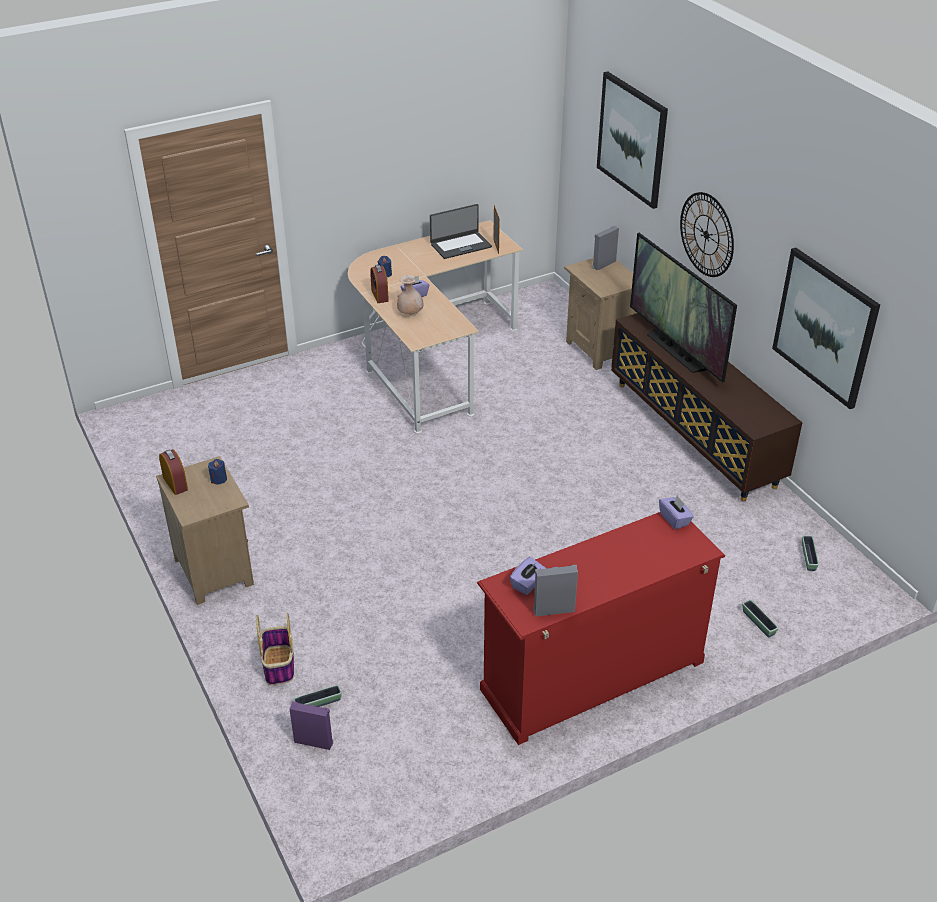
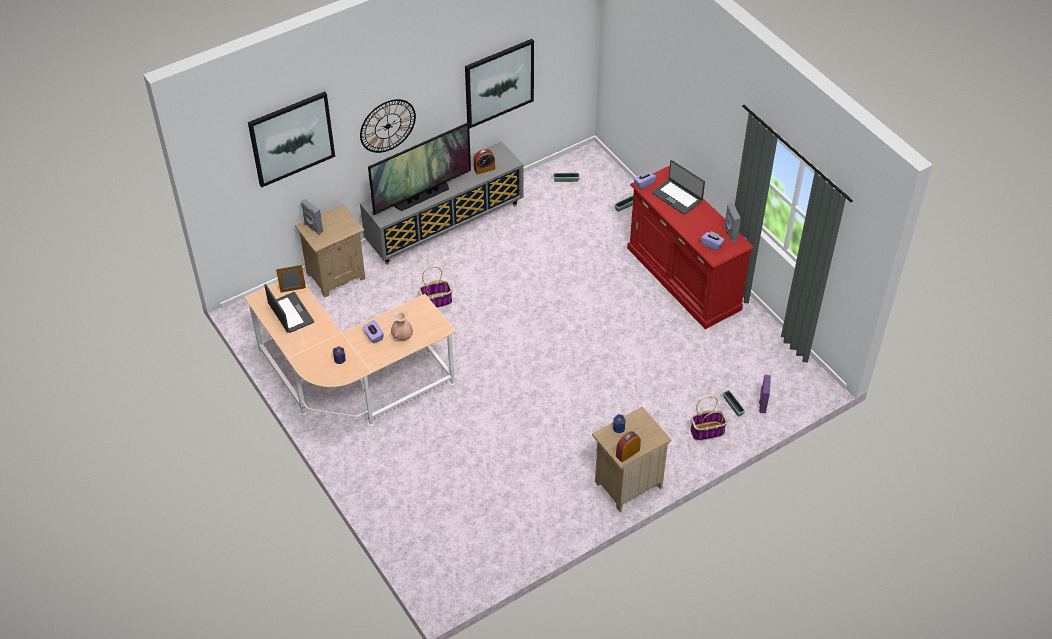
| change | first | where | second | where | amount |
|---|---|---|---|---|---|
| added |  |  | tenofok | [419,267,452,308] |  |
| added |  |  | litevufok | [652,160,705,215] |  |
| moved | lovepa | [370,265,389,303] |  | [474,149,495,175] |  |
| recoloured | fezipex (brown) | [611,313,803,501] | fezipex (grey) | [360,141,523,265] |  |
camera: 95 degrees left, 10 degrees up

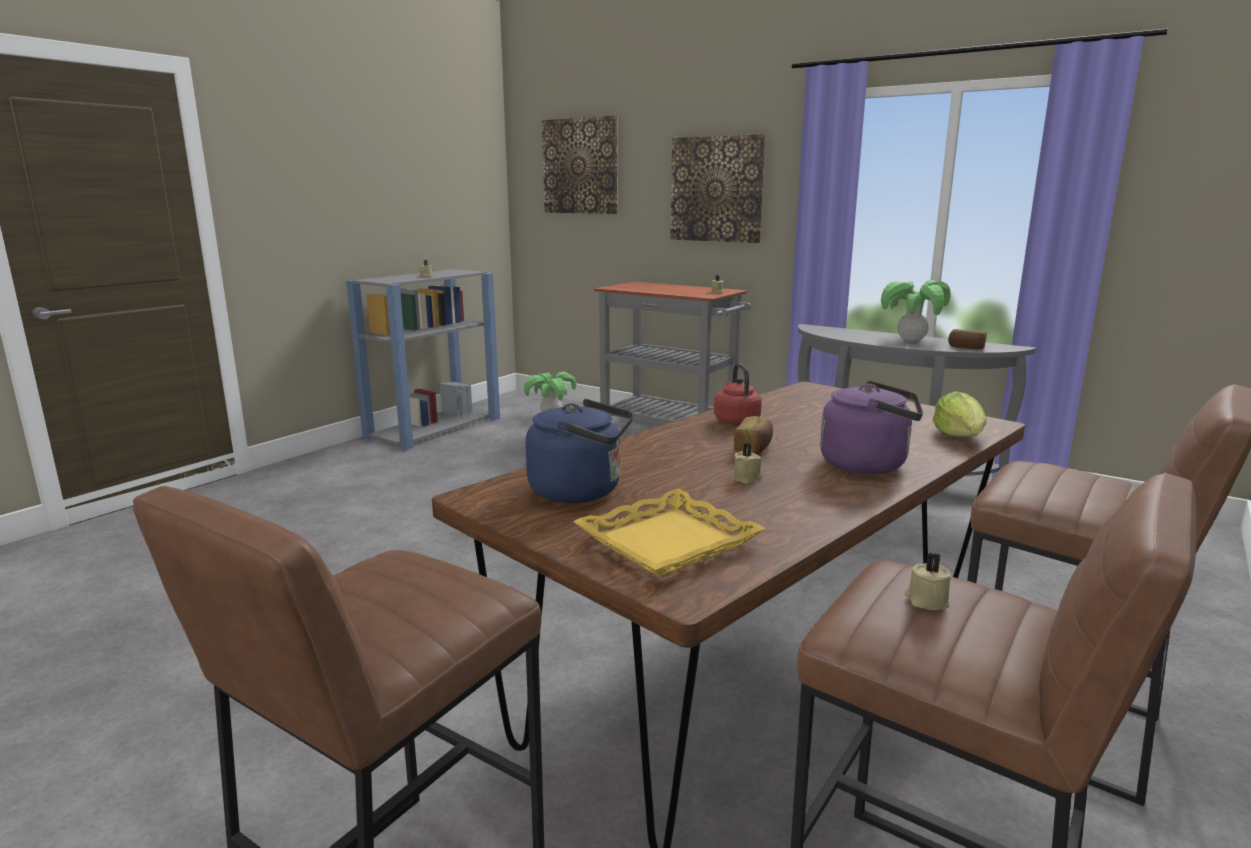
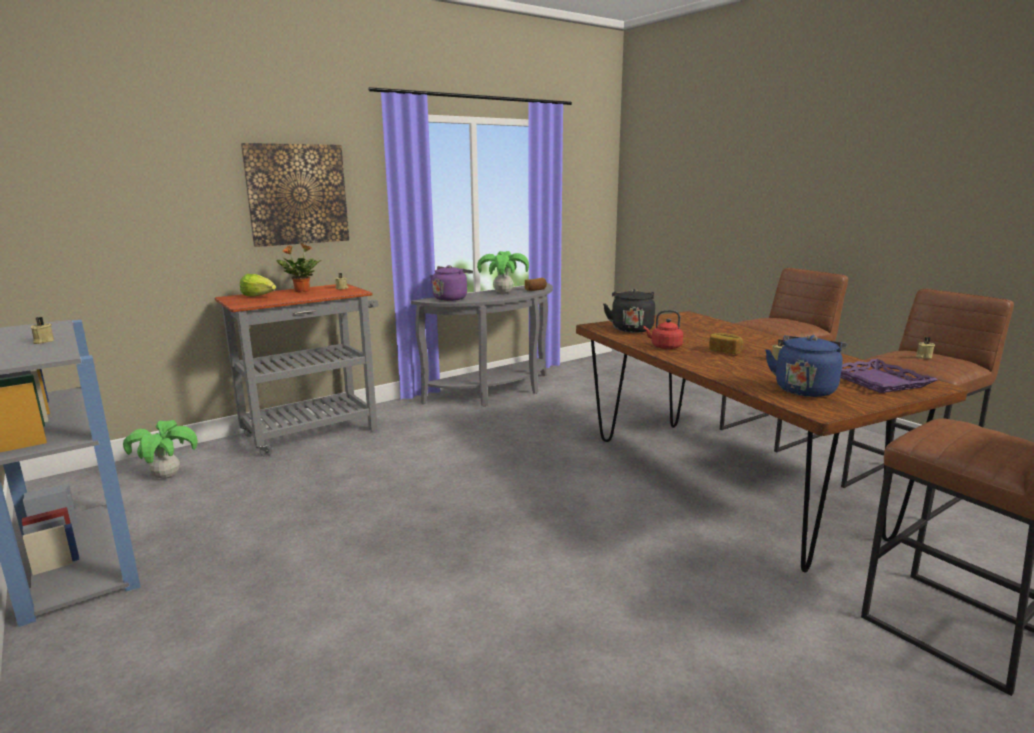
| change | first | where | second | where | amount |
|---|---|---|---|---|---|
| removed | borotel | [542,116,618,214] |  |  |  |
| added |  |  | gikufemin | [277,243,321,293] |  |
| added |  |  | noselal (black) | [603,289,655,333] |  |
| moved | noselal (purple) | [820,381,923,474] |  | [430,265,473,301] |  |
| moved | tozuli | [933,391,987,437] |  | [240,274,276,297] |  |
| recoloured | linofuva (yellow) | [573,489,766,577] | linofuva (purple) | [840,359,938,393] |  |
camera: 70 degrees left, 0 degrees up

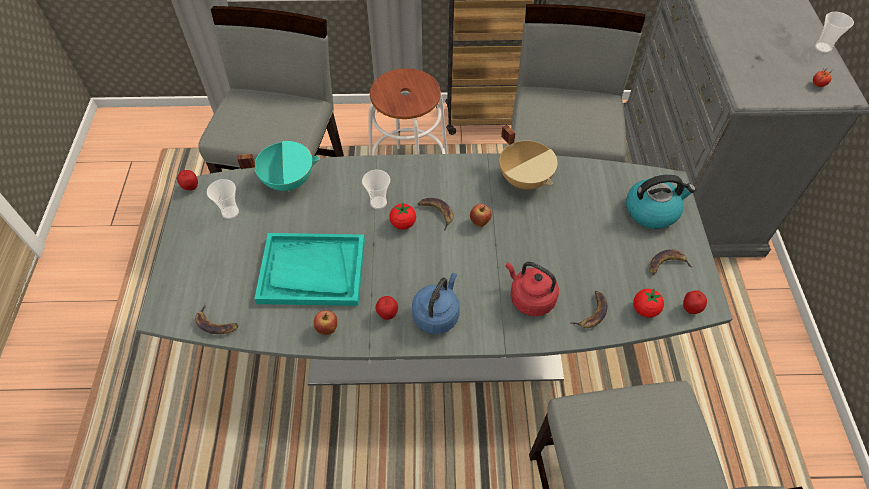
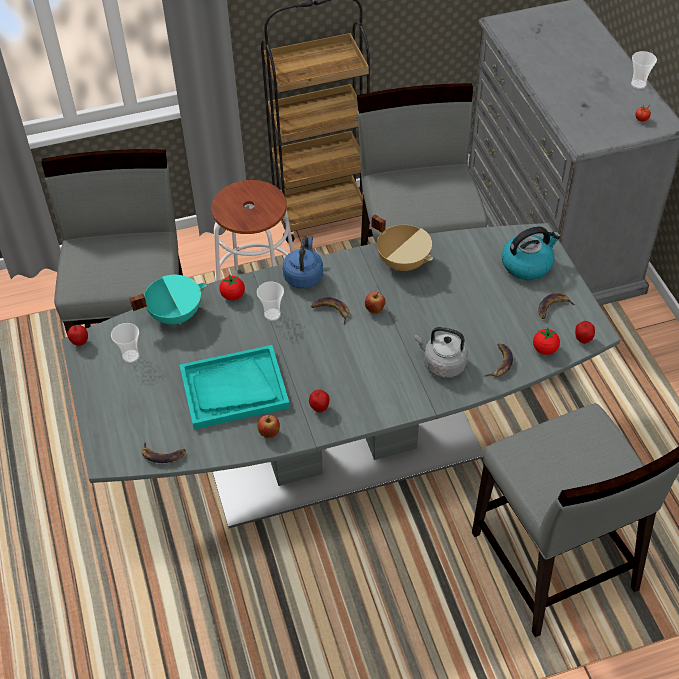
| change | first | where | second | where | amount |
|---|---|---|---|---|---|
| moved | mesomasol | [389,202,416,230] |  | [219,274,245,300] |  |
| moved | noselal (blue) | [412,273,460,334] |  | [283,237,323,289] |  |
| recoloured | noselal (red) | [506,262,559,316] | noselal (grey) | [415,327,468,378] |  |
camera: 15 degrees left, 5 degrees down

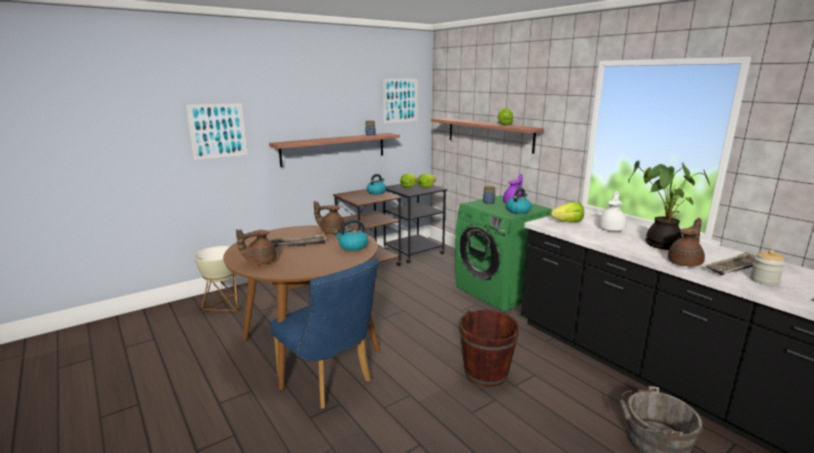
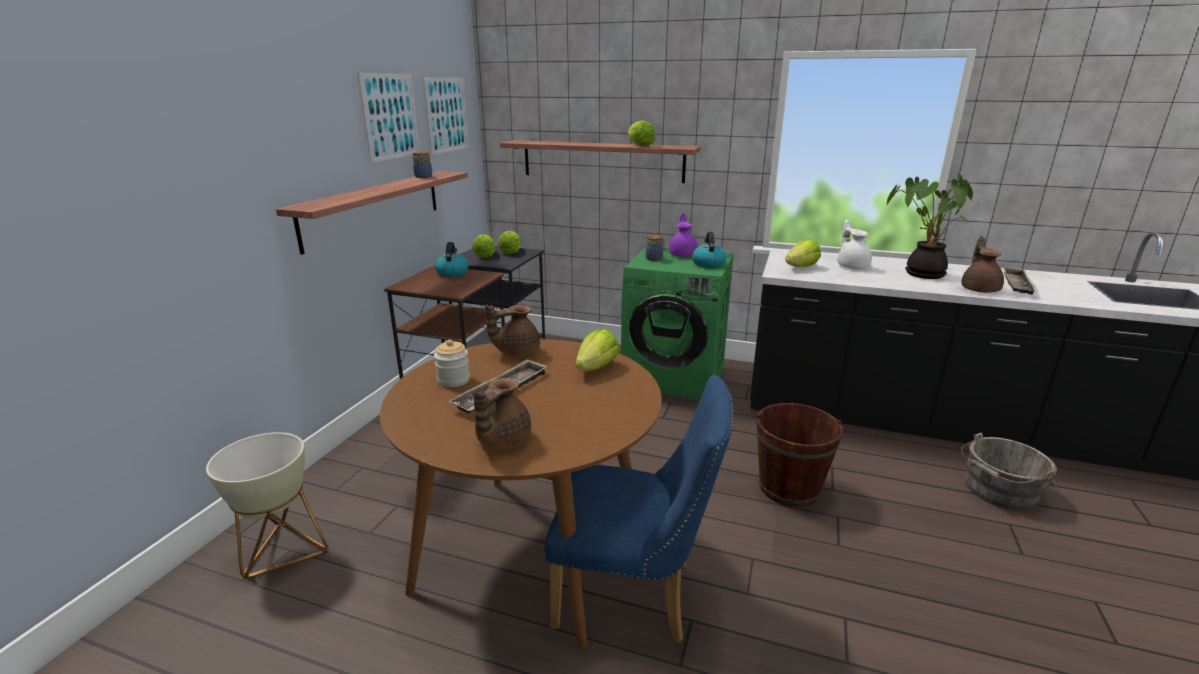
| change | first | where | second | where | amount |
|---|---|---|---|---|---|
| moved | borotel | [186,103,247,160] |  | [357,73,419,163] |  |
| moved | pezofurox | [750,250,785,285] |  | [434,340,470,387] |  |
| replaced | noselal | [334,220,368,251] | tozuli | [576,329,620,371] |  |
camera: 35 degrees left, 5 degrees up

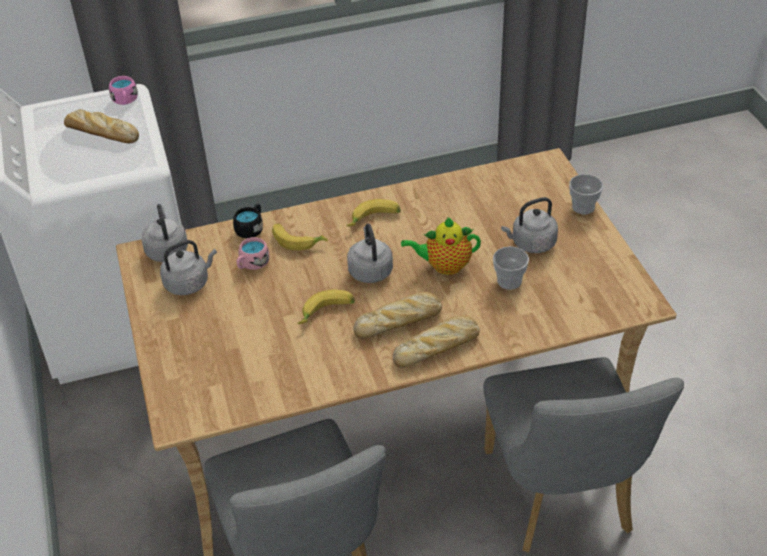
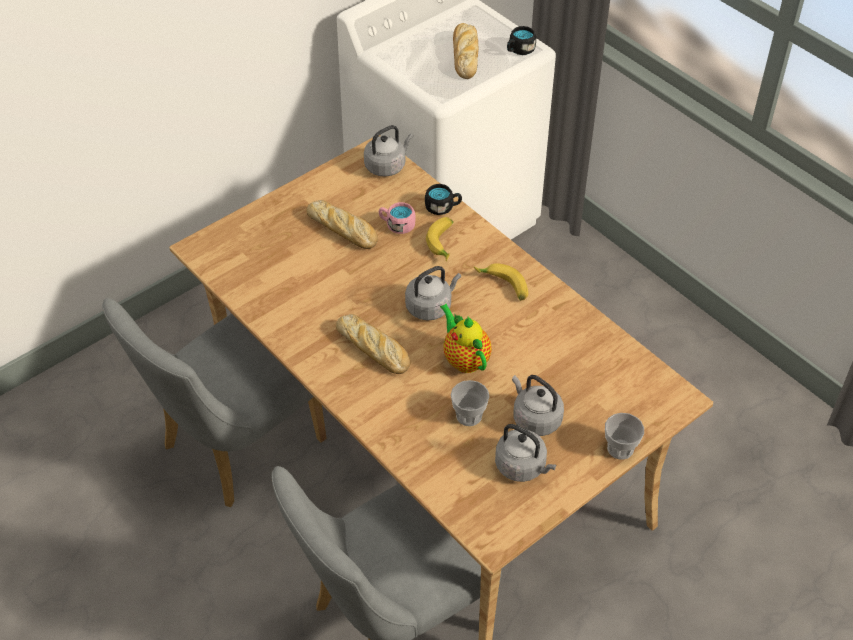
| change | first | where | second | where | amount |
|---|---|---|---|---|---|
| removed | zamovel | [298,290,355,324] |  |  |  |
| moved | noselal (grey) | [160,240,217,295] |  | [495,424,556,482] |  |
| moved | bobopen | [393,315,480,368] |  | [306,200,378,249] |  |
| recoloured | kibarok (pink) | [109,76,138,105] | kibarok (black) | [507,26,536,55] |  |
camera: 65 degrees right, 5 degrees up

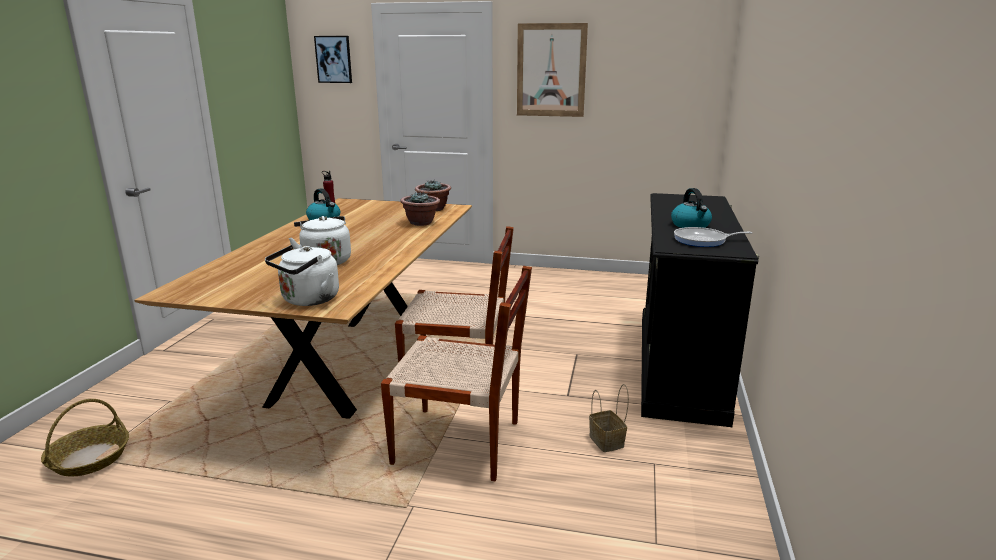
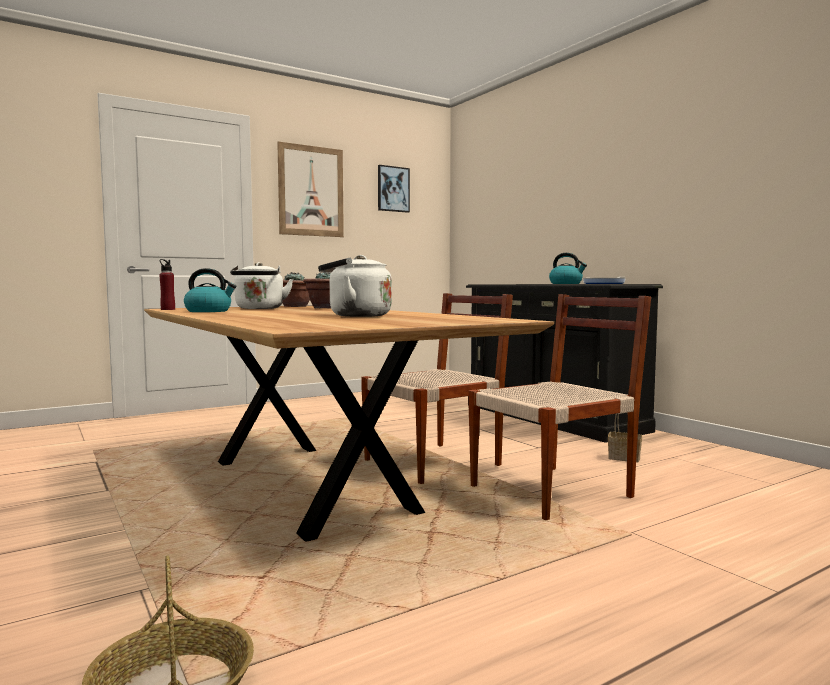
| change | first | where | second | where | amount |
|---|---|---|---|---|---|
| moved | noselal (white) | [265,245,339,306] |  | [230,262,293,309] |  |
| moved | borotel | [314,36,352,83] |  | [378,165,410,213] |  |
camera: 45 degrees left, 15 degrees down

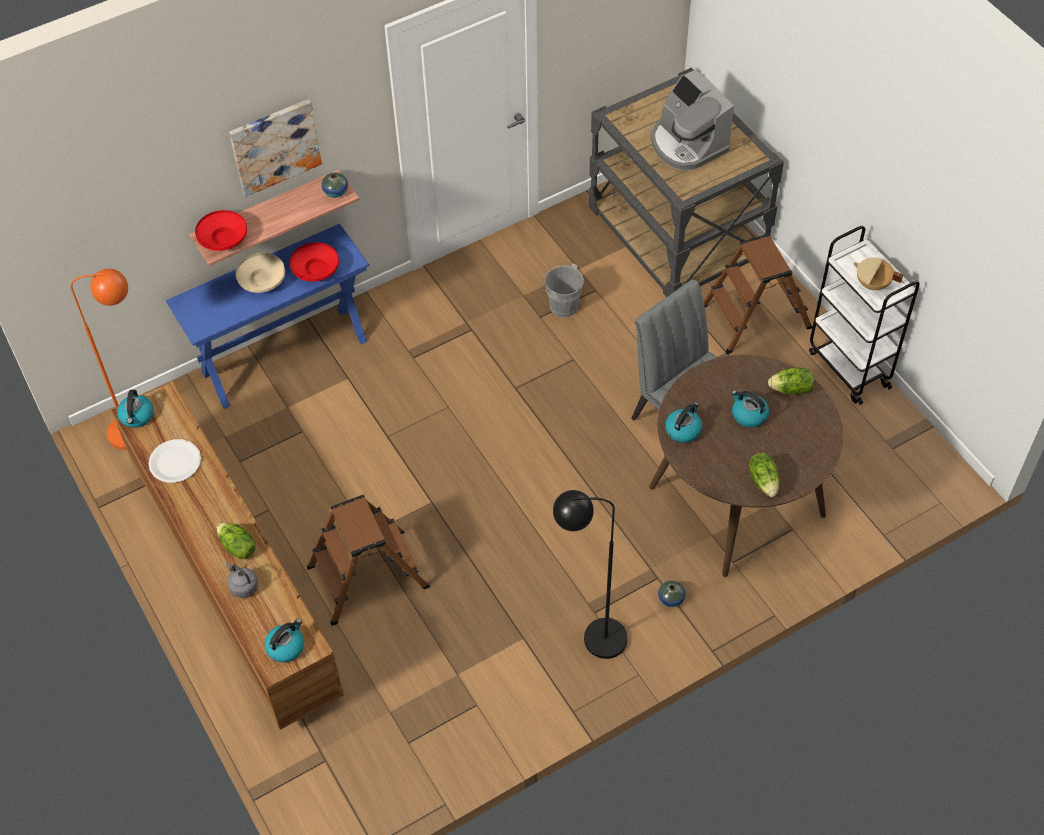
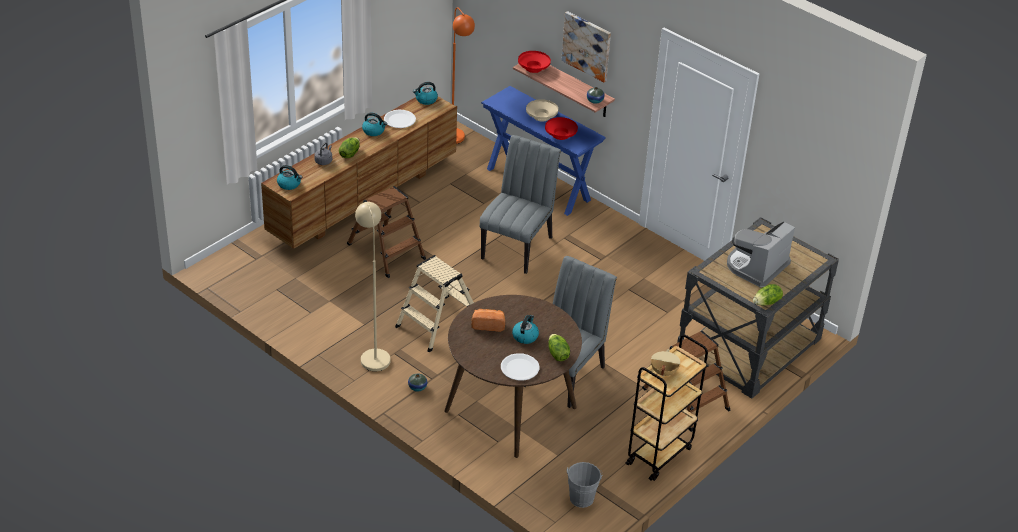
| change | first | where | second | where | amount |
|---|---|---|---|---|---|
| added |  |  | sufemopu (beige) | [395,255,474,352] |  |
| added |  |  | bobopen | [472,309,505,332] |  |
| added |  |  | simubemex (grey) | [479,135,561,274] |  |
| added |  |  | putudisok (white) | [501,353,539,381] |  |
| moved | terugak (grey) | [538,263,584,318] |  | [567,462,602,508] |  |
| moved | noselal | [665,402,702,443] |  | [362,113,387,136] |  |
| moved | tozuli | [749,453,780,497] |  | [753,284,783,305] |  |
| recoloured | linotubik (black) | [553,490,628,659] | linotubik (beige) | [355,202,391,371] |  |
| recoloured | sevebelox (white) | [809,226,920,405] | sevebelox (brown) | [625,335,708,481] |  |
camera: 70 degrees right, 15 degrees down

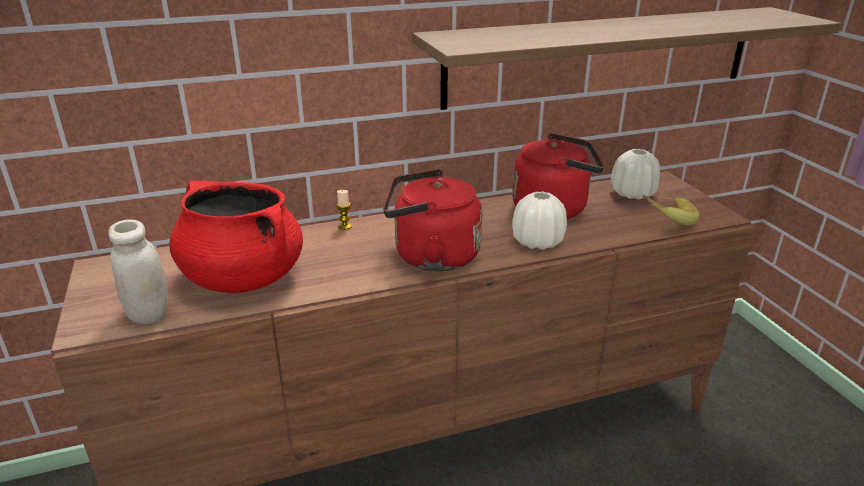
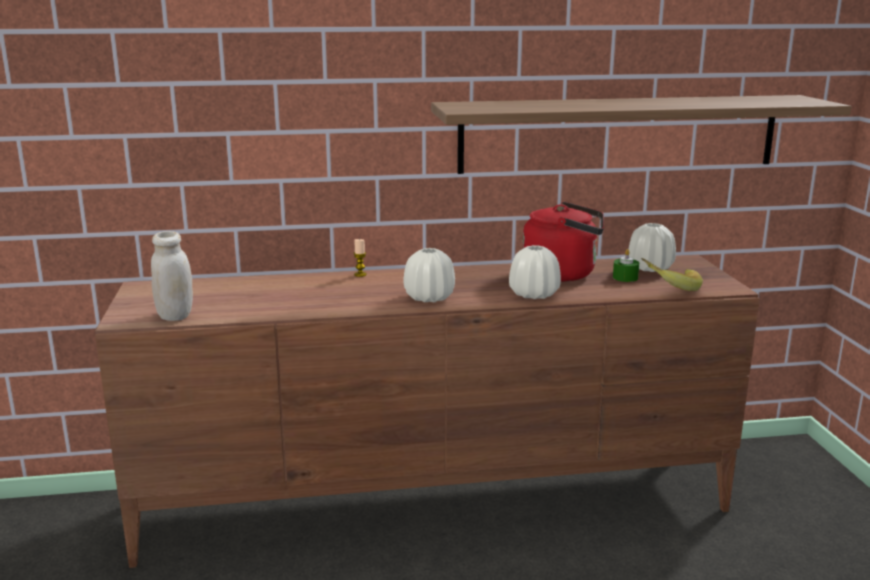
| change | first | where | second | where | amount |
|---|---|---|---|---|---|
| removed | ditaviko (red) | [169,180,303,293] |  |  |  |
| added |  |  | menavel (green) | [613,249,639,282] |  |
| replaced | noselal (red) | [383,169,482,271] | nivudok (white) | [404,248,455,302] |  |
camera: 10 degrees right, 10 degrees down

